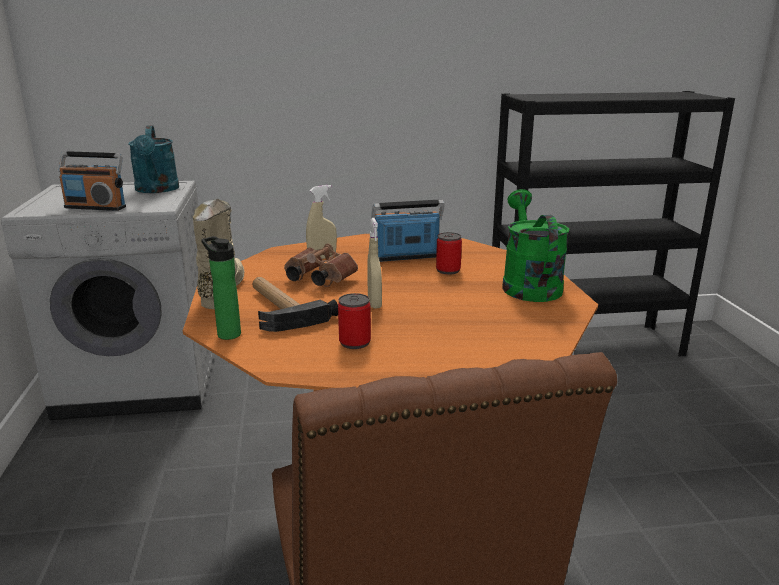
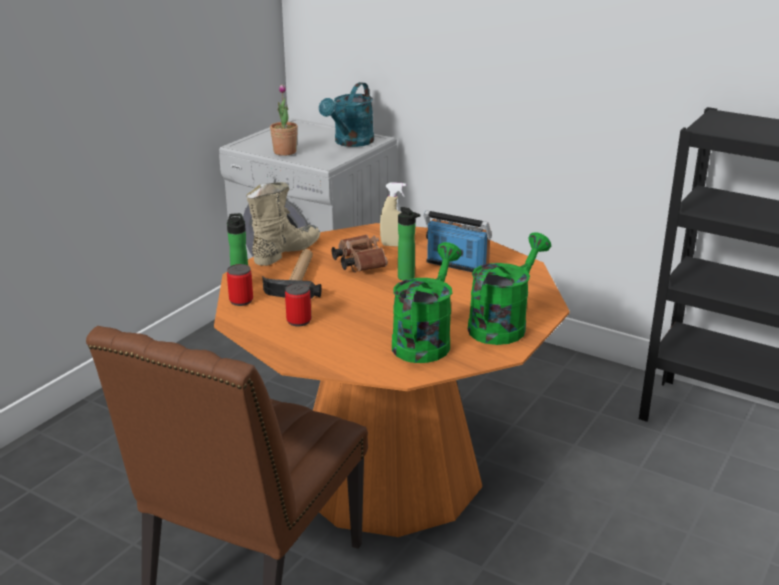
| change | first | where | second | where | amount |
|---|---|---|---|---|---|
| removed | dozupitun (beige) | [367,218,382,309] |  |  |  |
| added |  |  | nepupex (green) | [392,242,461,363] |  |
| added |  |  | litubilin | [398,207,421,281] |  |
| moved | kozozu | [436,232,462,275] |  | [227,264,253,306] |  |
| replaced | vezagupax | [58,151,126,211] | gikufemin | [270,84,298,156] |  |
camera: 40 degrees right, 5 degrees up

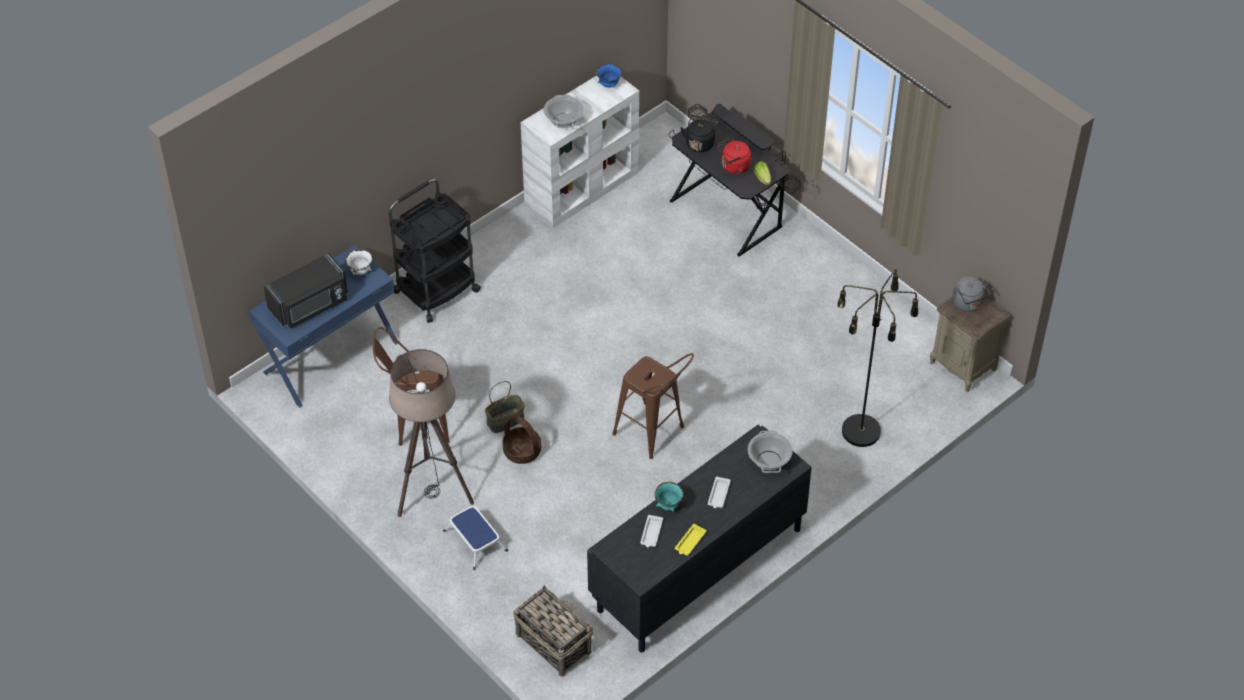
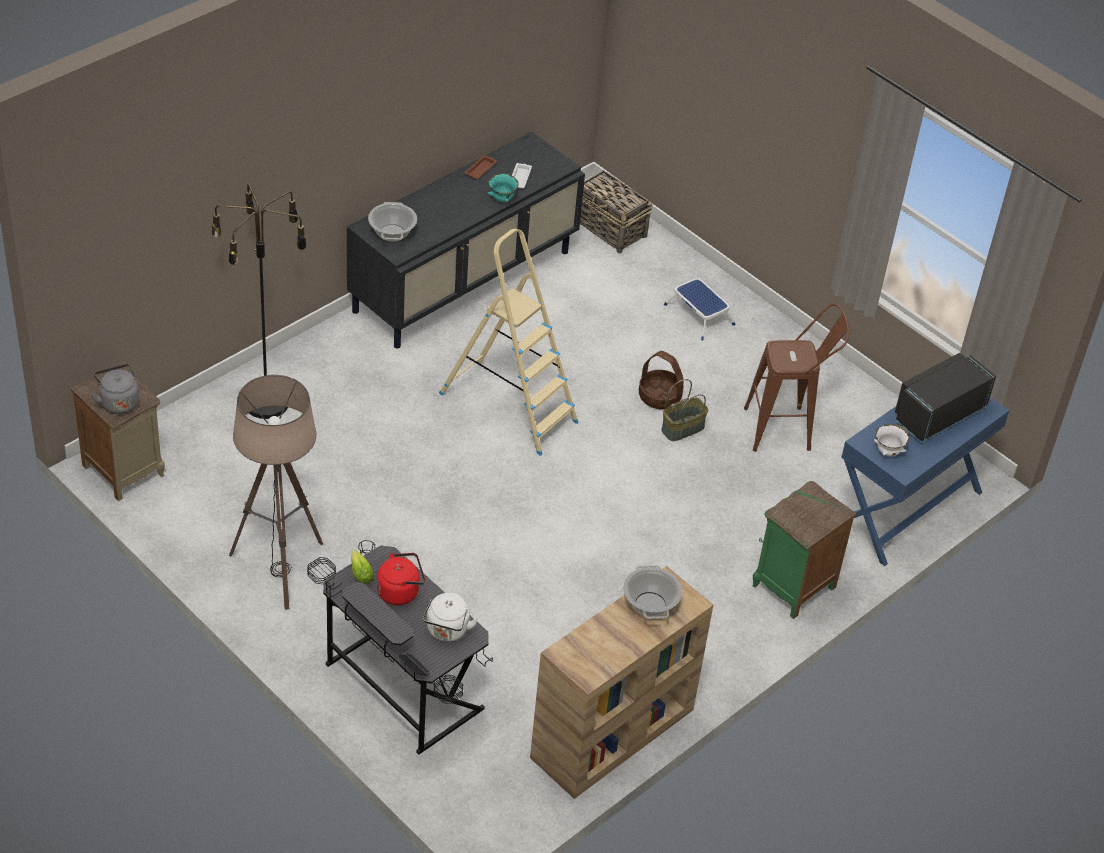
| change | first | where | second | where | amount |
|---|---|---|---|---|---|
| removed | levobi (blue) | [596,63,622,88] |  |  |  |
| removed | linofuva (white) | [708,476,731,508] |  |  |  |
| moved | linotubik | [389,349,474,517] |  | [229,375,323,610] |  |
| replaced | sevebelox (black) | [389,179,481,323] | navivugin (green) | [752,481,857,619] |  |
| replaced | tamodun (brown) | [613,353,694,459] | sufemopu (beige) | [439,229,578,456] |  |
| recoloured | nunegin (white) | [520,76,639,228] | nunegin (brown) | [530,566,713,799] |  |
| recoloured | linofuva (yellow) | [675,524,706,556] | linofuva (brown) | [464,155,497,179] |  |
| recoloured | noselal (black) | [680,115,718,152] | noselal (white) | [423,593,478,642] |  |
camera: 175 degrees right, 5 degrees down

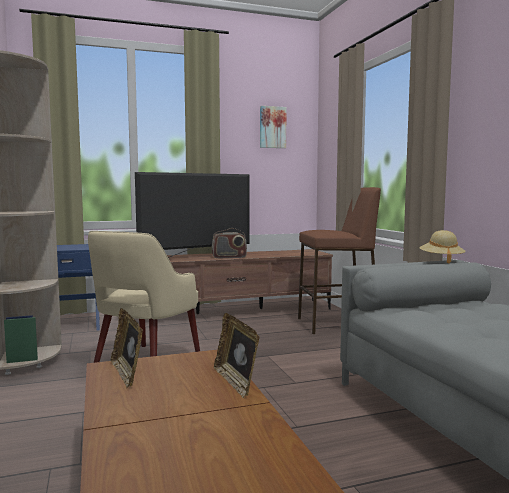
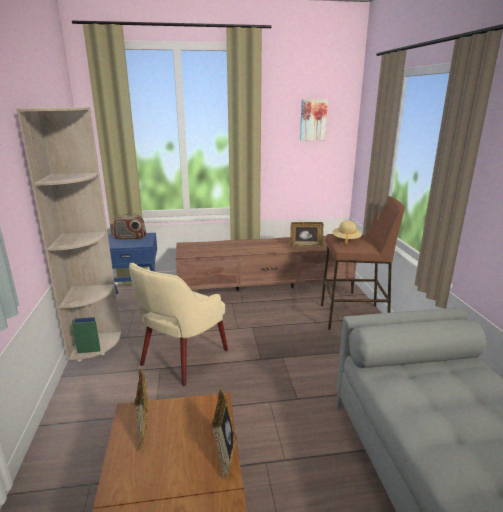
| change | first | where | second | where | amount |
|---|---|---|---|---|---|
| removed | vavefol | [135,172,250,258] |  |  |  |
| added |  |  | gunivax | [290,222,324,247] |  |
| moved | vezagupax | [212,228,247,258] |  | [113,213,146,240] |  |
| moved | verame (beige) | [420,230,466,264] |  | [333,220,362,245] |  |
camera: 10 degrees right, 15 degrees up

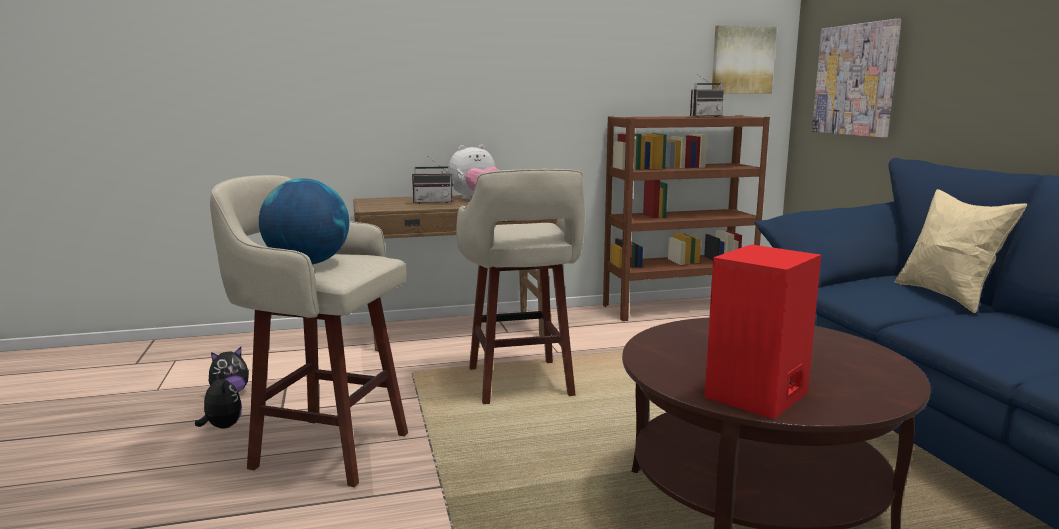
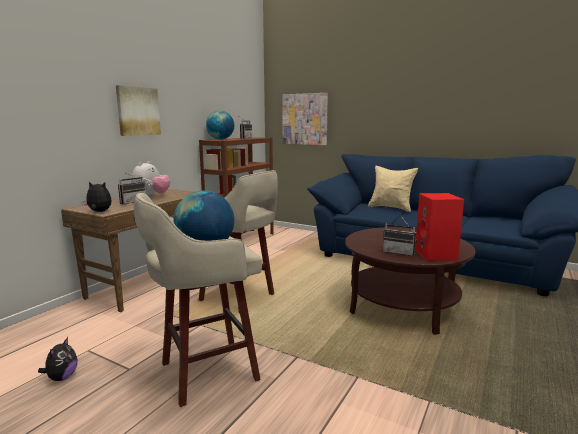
| change | first | where | second | where | amount |
|---|---|---|---|---|---|
| added |  |  | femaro | [206,111,234,139] |  |
| added |  |  | vezagupax | [383,215,417,256] |  |
| moved | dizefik | [195,372,242,429] |  | [82,181,111,212] |  |
| moved | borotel | [712,25,777,94] |  | [116,85,161,136] |  |
camera: 45 degrees left, 0 degrees up

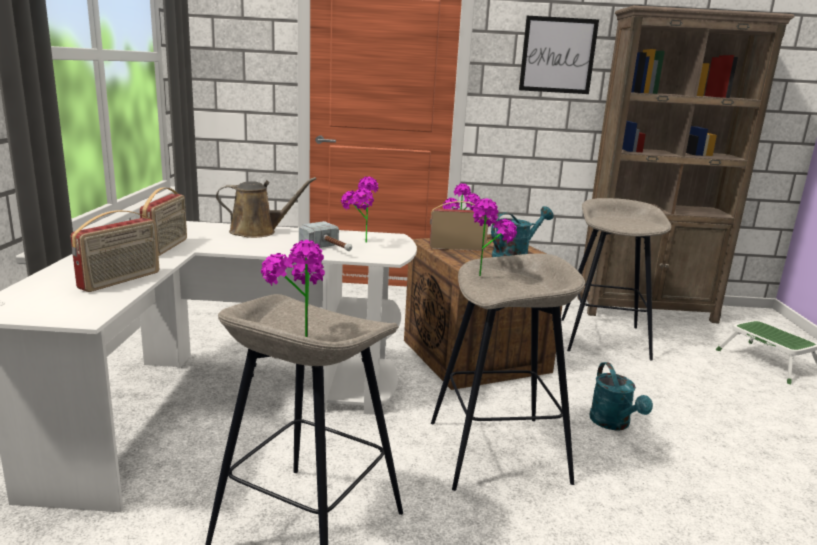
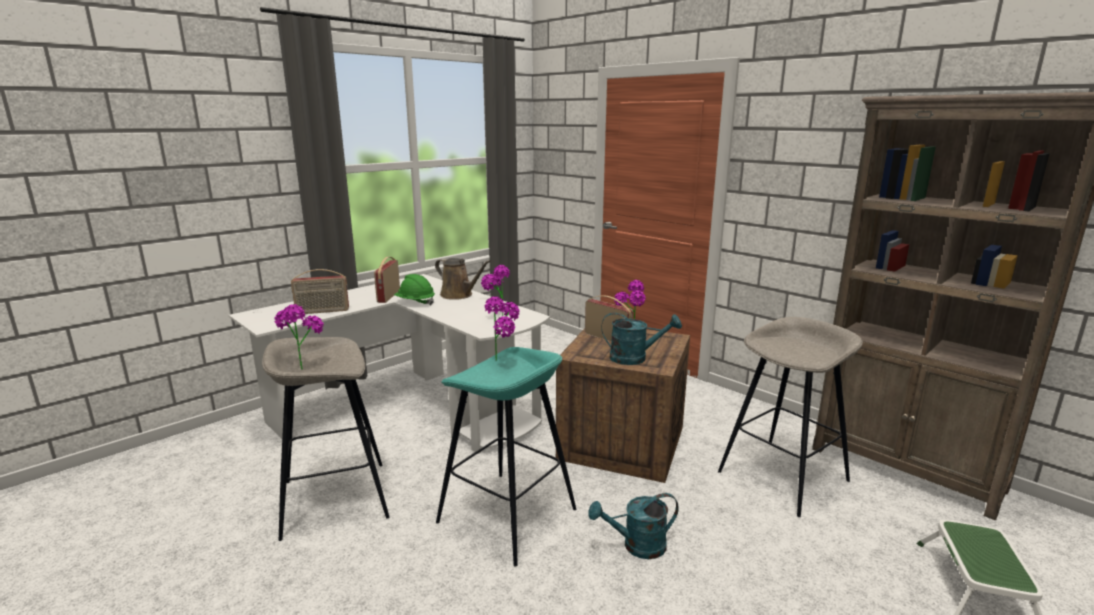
| change | first | where | second | where | amount |
|---|---|---|---|---|---|
| removed | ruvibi | [299,221,352,251] |  |  |  |
| removed | borotel | [519,16,599,94] |  |  |  |
| added |  |  | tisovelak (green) | [394,274,435,305] |  |
| recoloured | tamodun (grey) | [431,254,585,491] | tamodun (turquoise) | [436,347,576,567] |  |
| turned | vezagupax | [140,187,187,256] |  | [374,257,400,303] | 135 degrees clockwise |
| turned | nepupex (turquoise) | [590,362,653,430] |  | [588,493,679,559] | 45 degrees clockwise |
camera: 45 degrees right, 0 degrees up

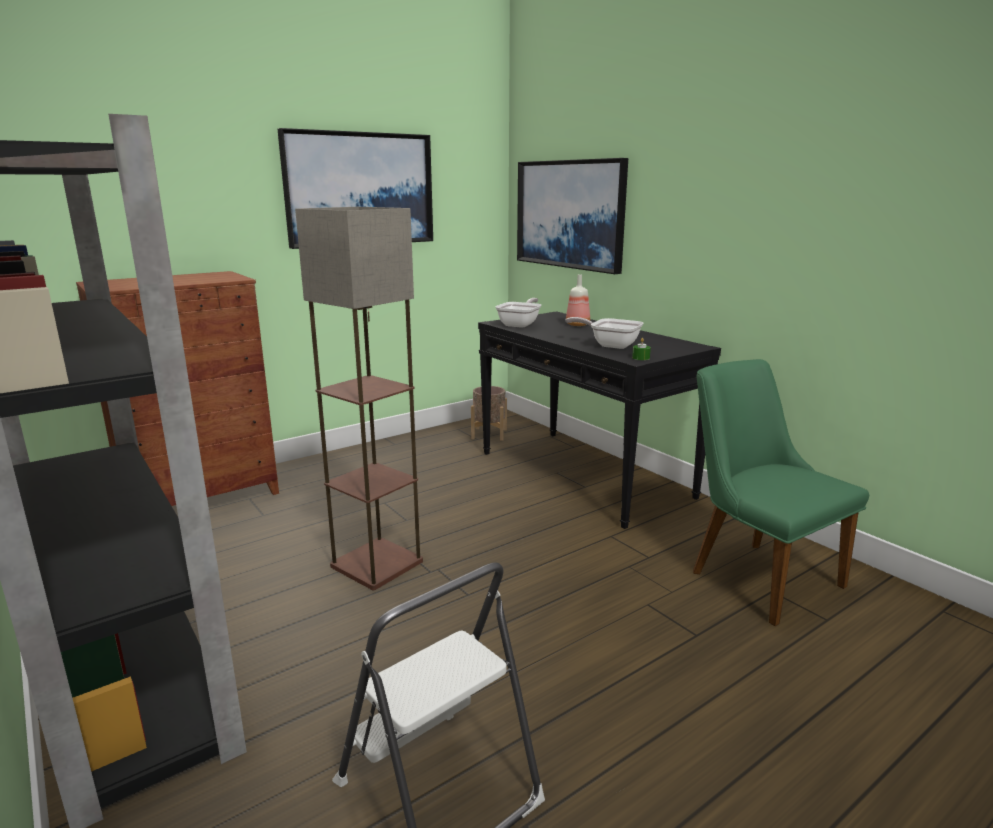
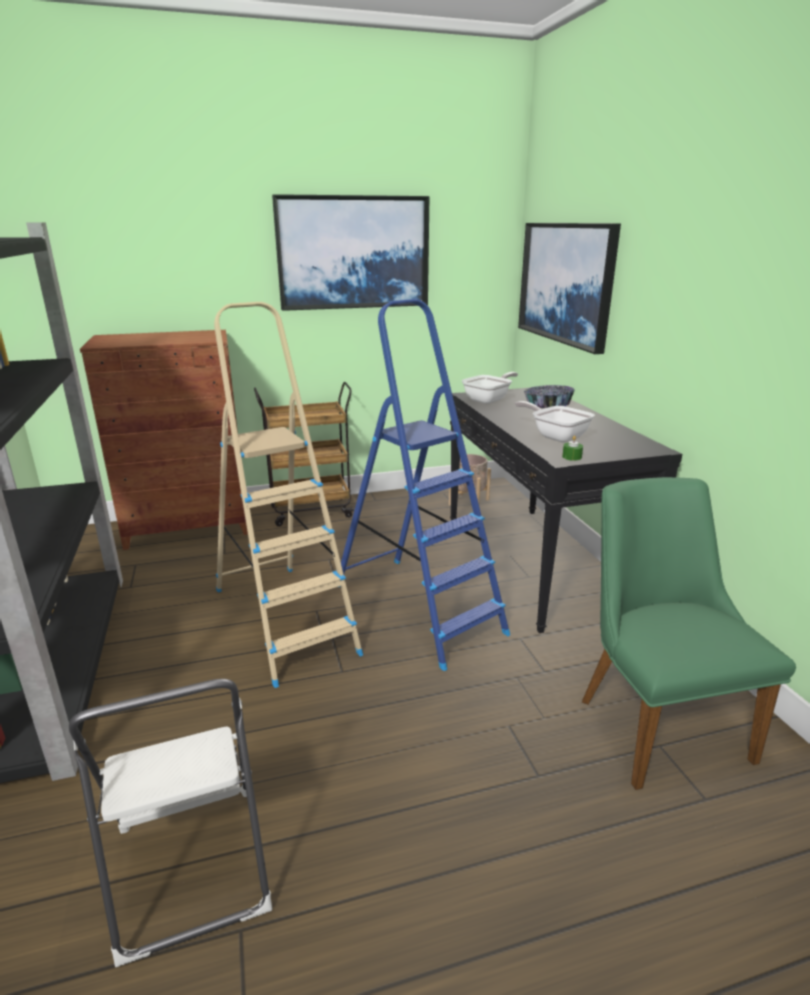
| change | first | where | second | where | amount |
|---|---|---|---|---|---|
| added |  |  | sevebelox (brown) | [254,382,355,527] |  |
| added |  |  | sufemopu (blue) | [339,299,510,671] |  |
| replaced | linotubik | [295,207,423,590] | sufemopu (beige) | [214,302,363,688] |  |
| replaced | litubilin | [566,274,590,326] | levobi | [524,385,575,408] |  |
camera: 20 degrees right, 5 degrees up

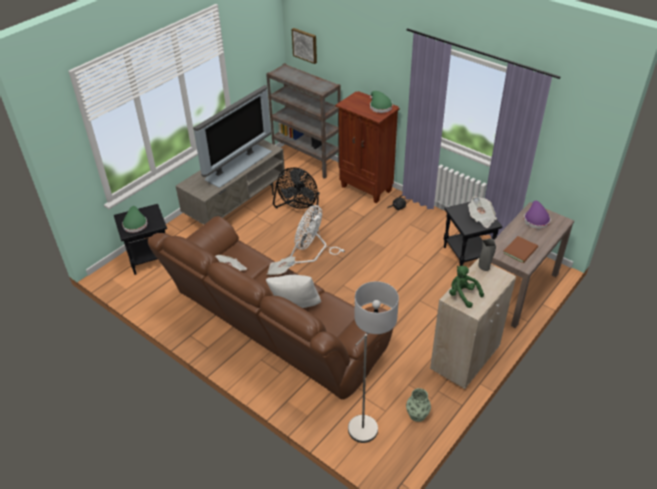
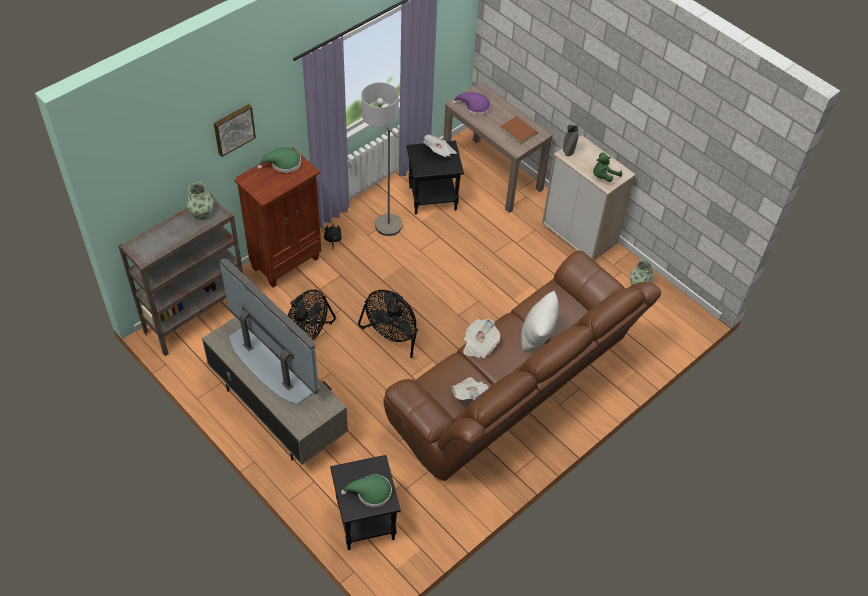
| change | first | where | second | where | amount |
|---|---|---|---|---|---|
| added |  |  | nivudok | [187,182,214,220] |  |
| moved | borotel | [292,28,317,64] |  | [214,104,256,157] |  |
| moved | linotubik (grey) | [348,281,399,443] |  | [361,82,402,236] |  |
| recoloured | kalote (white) | [291,205,345,264] | kalote (black) | [358,290,418,358] |  |
camera: 85 degrees left, 10 degrees up

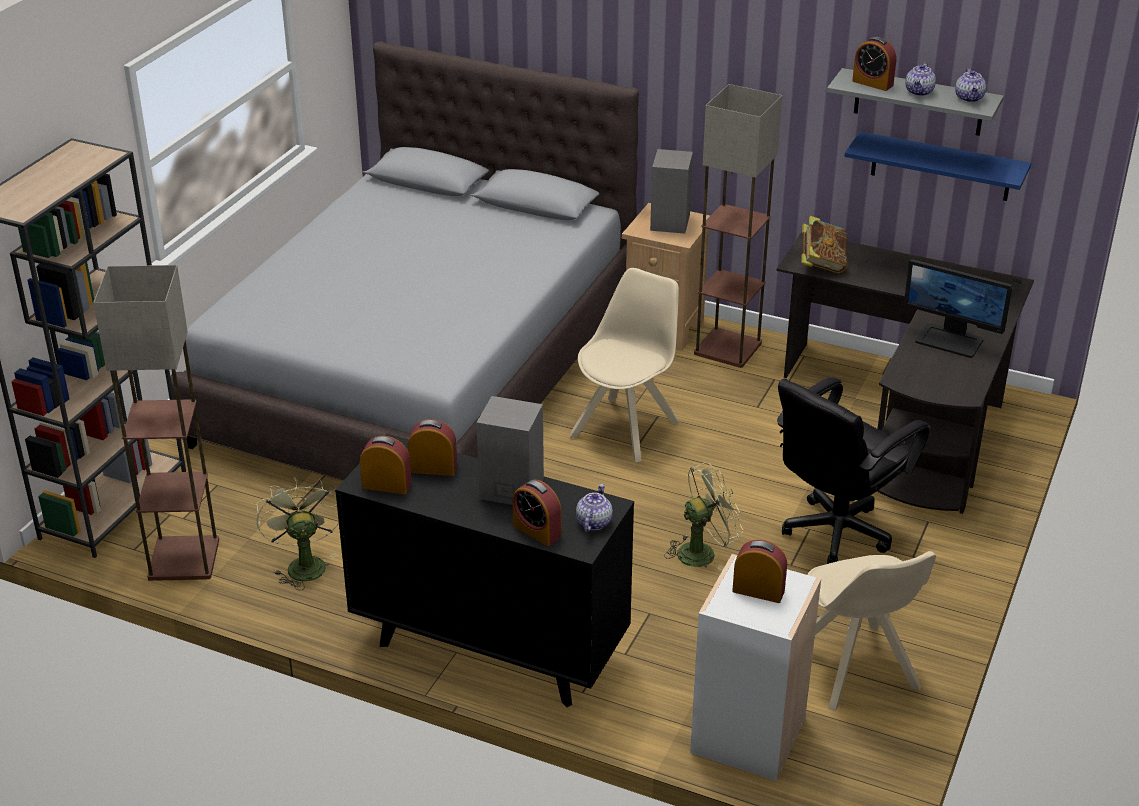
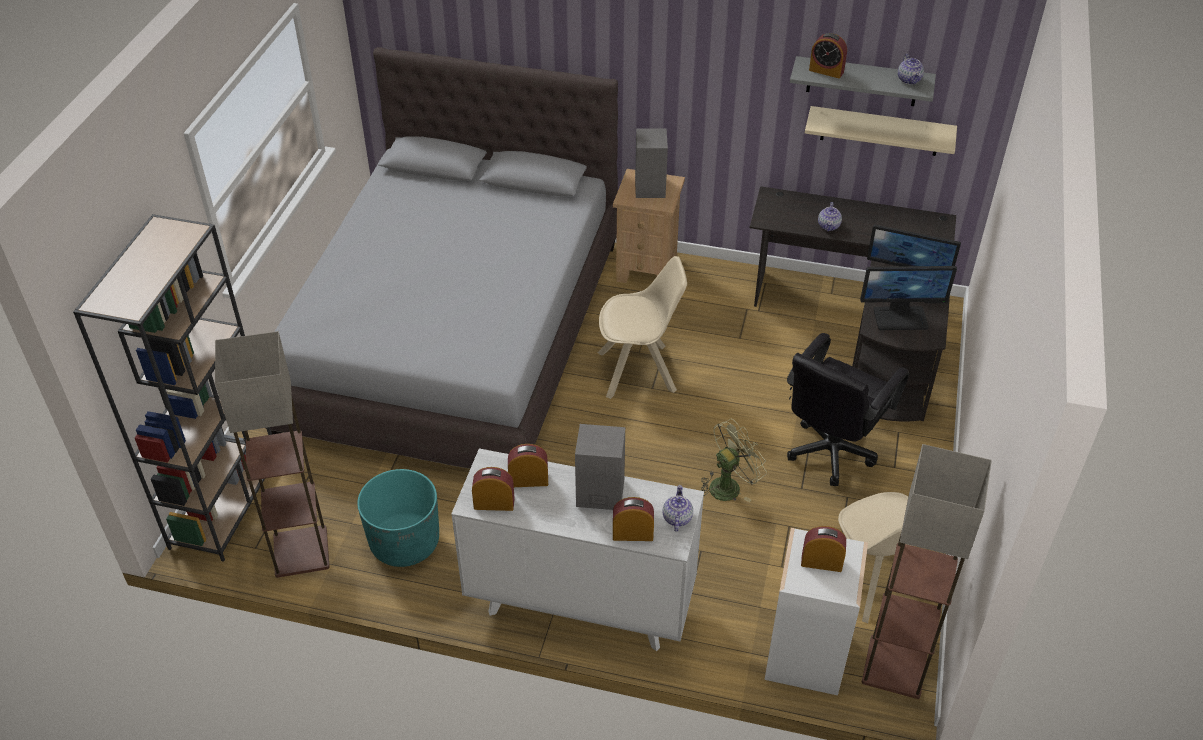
| change | first | where | second | where | amount |
|---|---|---|---|---|---|
| removed | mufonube | [801,216,847,274] |  |  |  |
| added |  |  | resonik | [860,266,957,330] |  |
| moved | linotubik | [694,84,782,368] |  | [862,444,992,699] |  |
| moved | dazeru | [905,63,936,96] |  | [818,202,842,231] |  |
| replaced | kalote (green) | [256,477,339,590] | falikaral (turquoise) | [357,469,439,567] |  |
| recoloured | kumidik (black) | [335,434,634,707] | kumidik (white) | [451,449,704,651] |  |
| recoloured | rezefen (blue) | [845,131,1031,201] | rezefen (beige) | [805,106,957,156] |  |
| turned | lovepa | [513,479,561,546] |  | [613,497,654,541] | 150 degrees clockwise |
| turned | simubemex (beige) | [569,268,679,462] |  | [598,256,687,399] | 60 degrees clockwise |
camera: 10 degrees left, 10 degrees up

